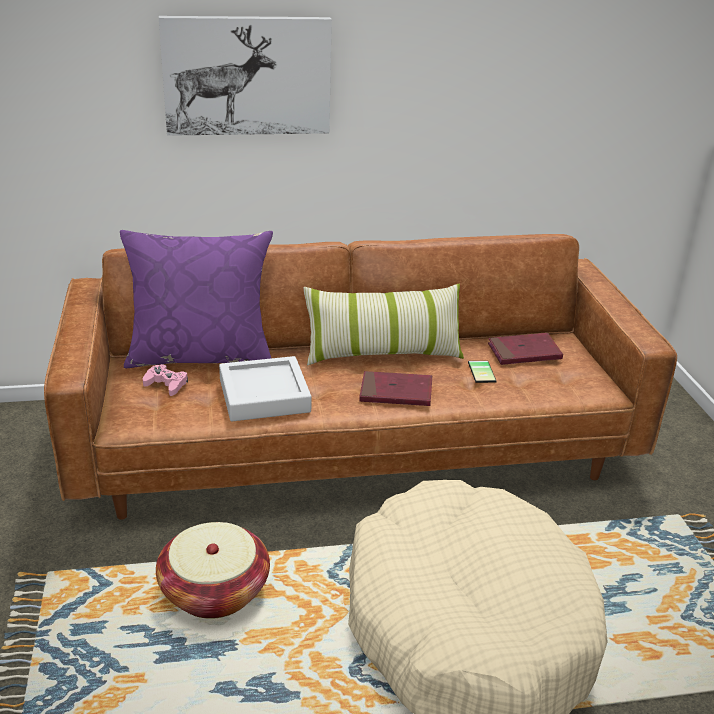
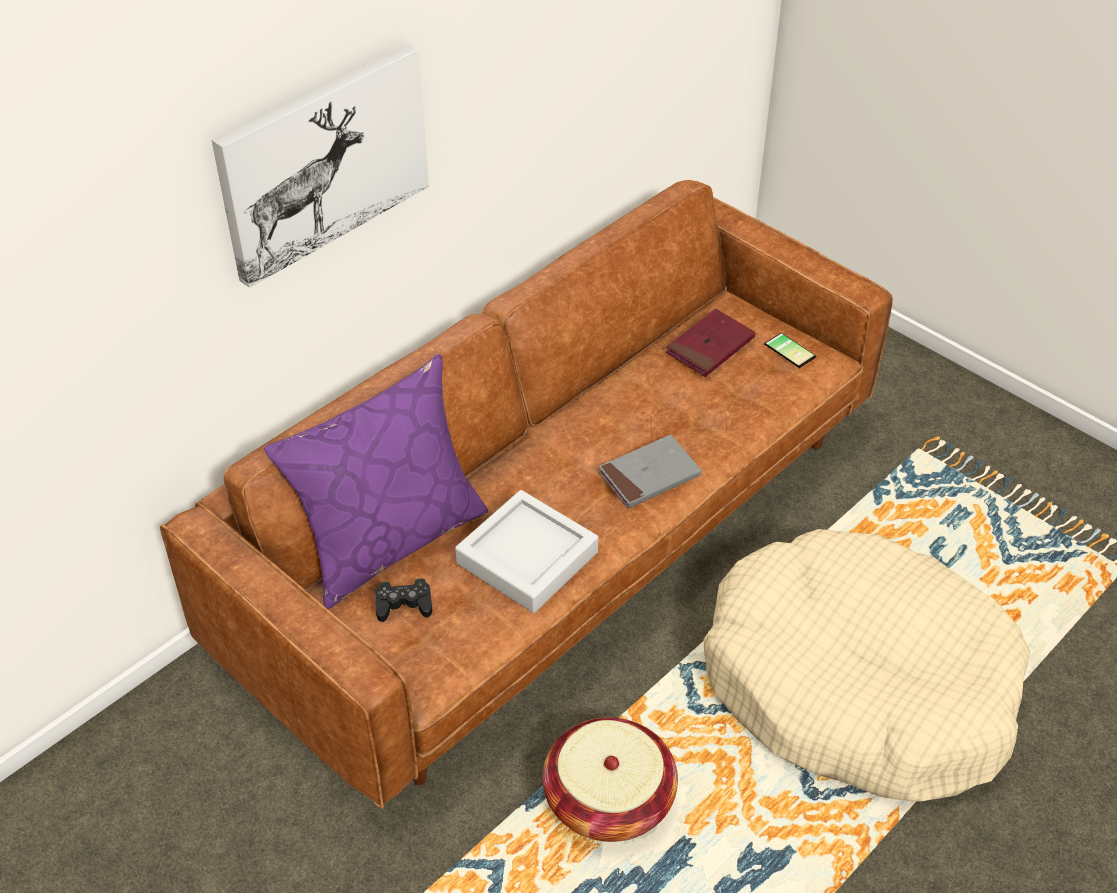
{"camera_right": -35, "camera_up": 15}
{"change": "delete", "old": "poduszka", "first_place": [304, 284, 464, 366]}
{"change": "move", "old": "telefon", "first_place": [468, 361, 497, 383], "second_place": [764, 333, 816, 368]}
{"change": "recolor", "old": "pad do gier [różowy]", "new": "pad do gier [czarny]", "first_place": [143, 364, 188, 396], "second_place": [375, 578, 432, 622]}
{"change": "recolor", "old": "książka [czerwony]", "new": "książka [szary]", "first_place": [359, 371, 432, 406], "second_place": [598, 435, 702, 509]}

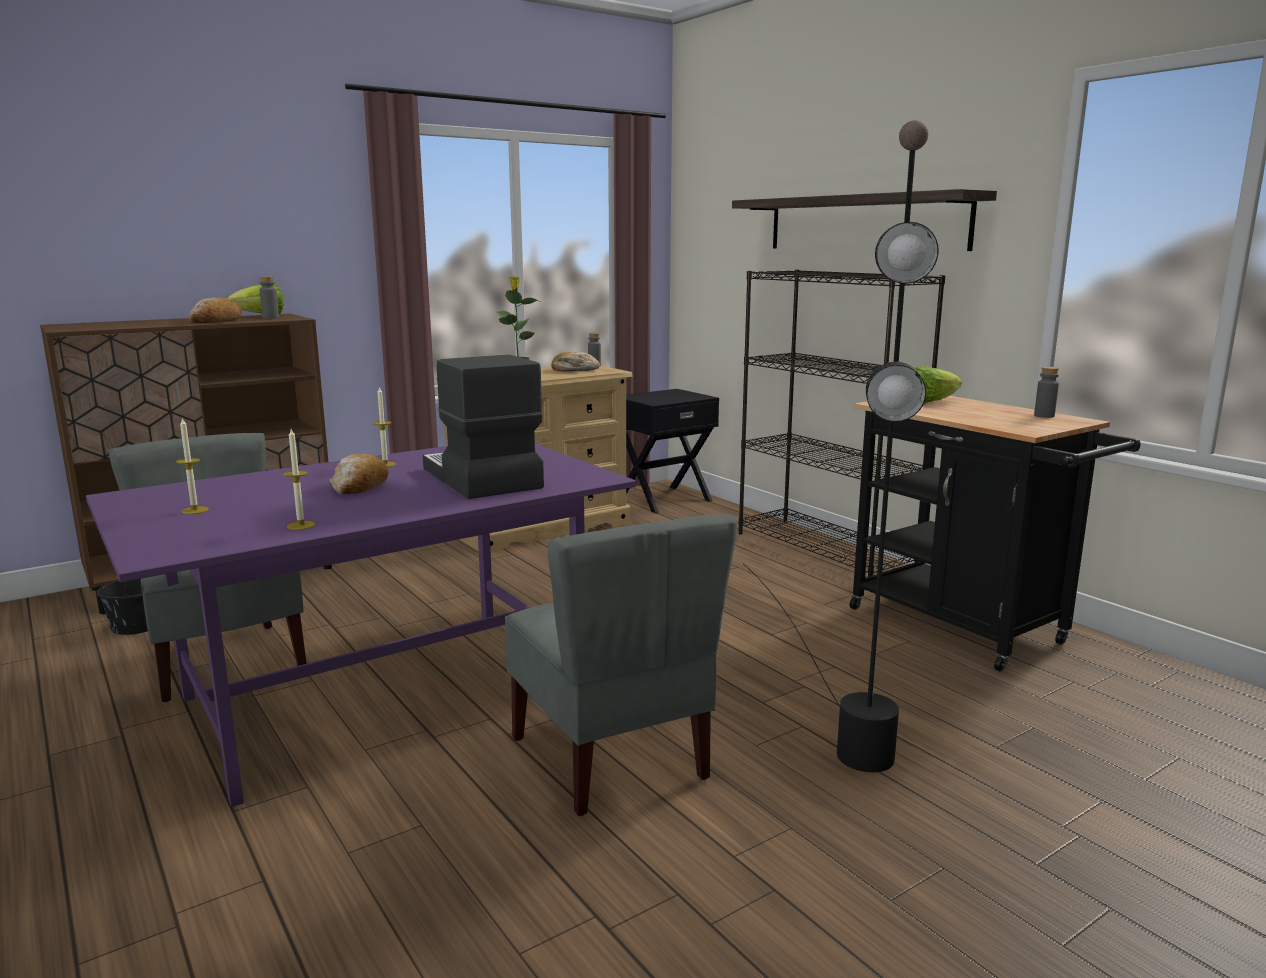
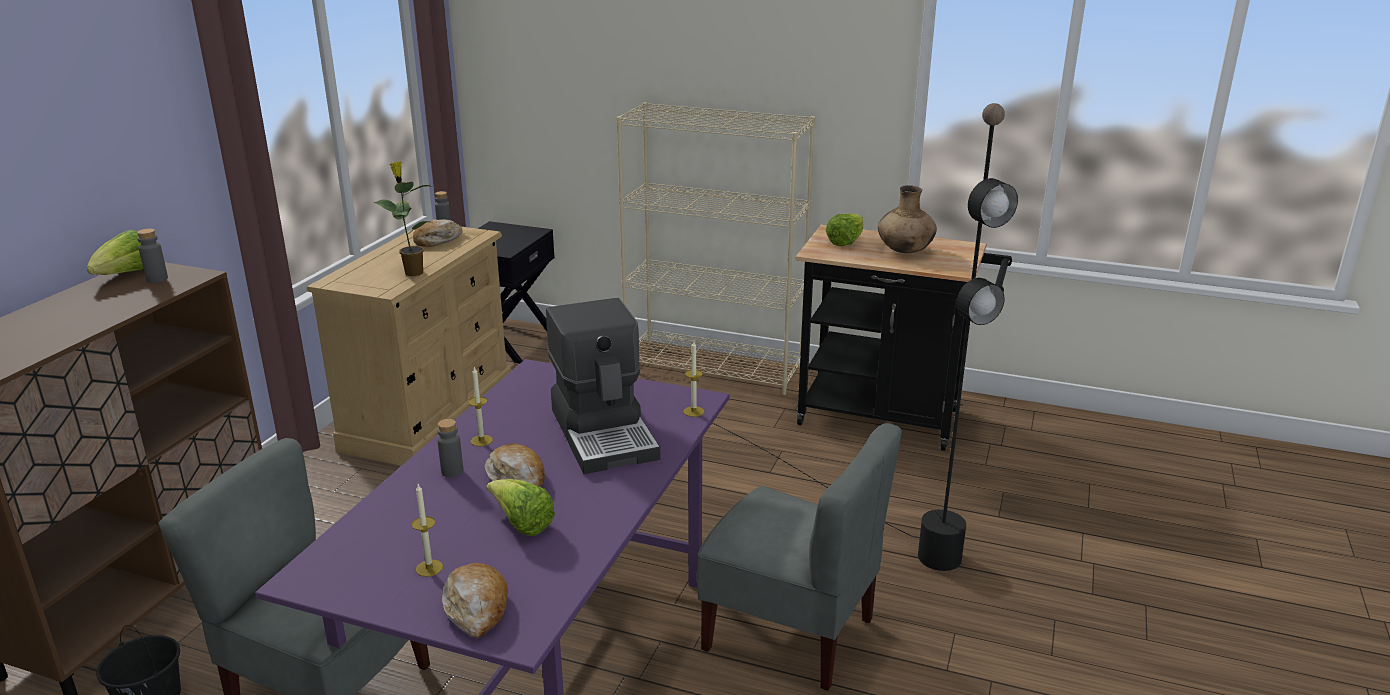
{"camera_right": -35, "camera_up": 10}
{"change": "delete", "old": "półka", "first_place": [732, 189, 997, 251]}
{"change": "insert", "new": "sałata", "second_place": [486, 479, 555, 536]}
{"change": "insert", "new": "wazon [brązowy]", "second_place": [878, 185, 937, 253]}
{"change": "move", "old": "chleb", "first_place": [188, 297, 242, 323], "second_place": [442, 563, 508, 638]}
{"change": "move", "old": "świeca", "first_place": [284, 429, 315, 530], "second_place": [683, 341, 704, 417]}
{"change": "move", "old": "butelka [szary]", "first_place": [1034, 367, 1059, 418], "second_place": [437, 419, 463, 477]}
{"change": "recolor", "old": "regał [czarny]", "new": "regał [beżowy]", "first_place": [739, 269, 945, 577], "second_place": [616, 102, 815, 395]}
{"change": "rotate", "old": "ekspres do kawy", "first_place": [423, 355, 544, 499], "second_place": [546, 298, 660, 474], "degrees": -135}

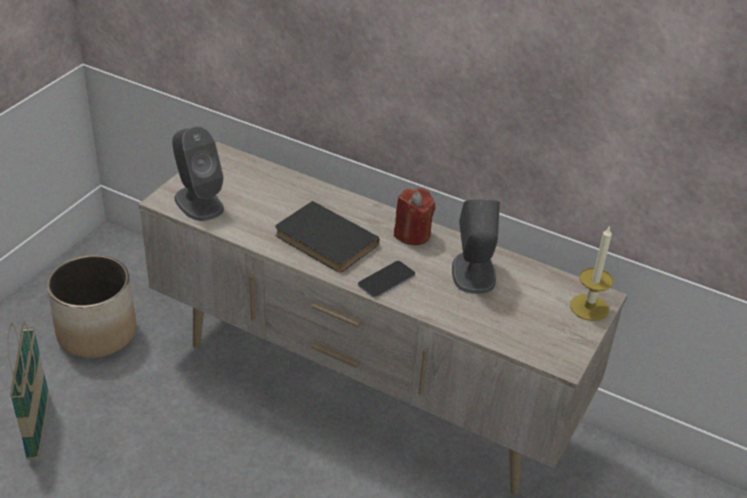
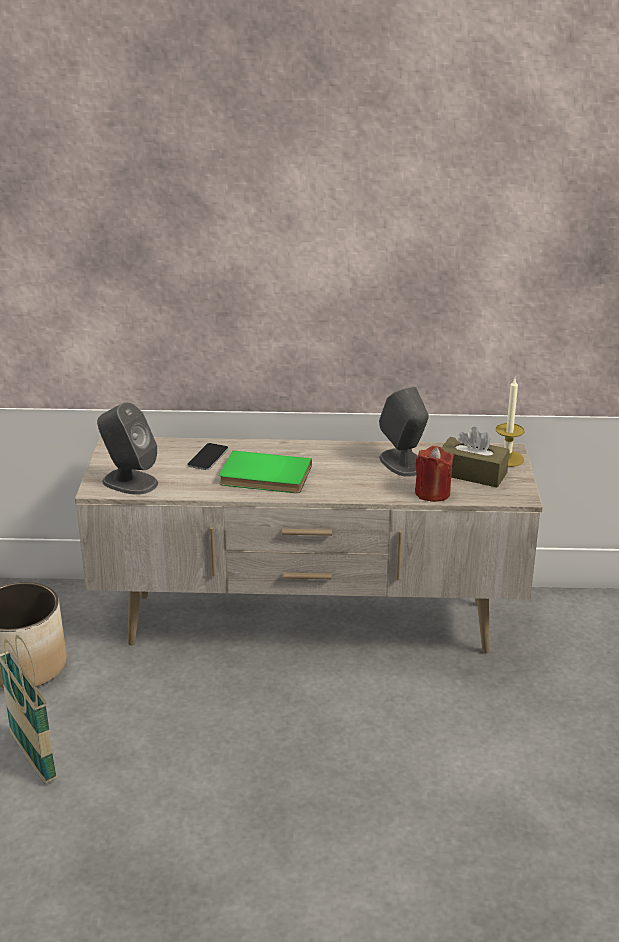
{"camera_right": -25, "camera_up": -10}
{"change": "insert", "new": "pudełko chusteczek [brązowy]", "second_place": [441, 427, 510, 487]}
{"change": "move", "old": "telefon", "first_place": [358, 261, 415, 298], "second_place": [187, 443, 228, 470]}
{"change": "move", "old": "świeca [czerwony]", "first_place": [394, 188, 436, 245], "second_place": [415, 446, 454, 502]}
{"change": "recolor", "old": "książka [czarny]", "new": "książka [zielony]", "first_place": [276, 201, 379, 272], "second_place": [219, 451, 312, 493]}

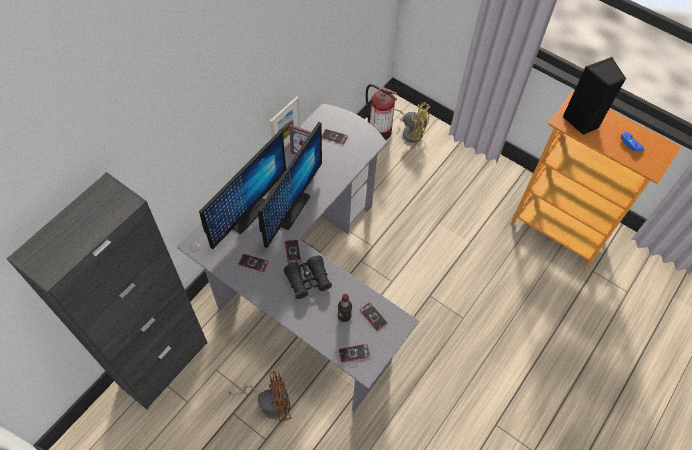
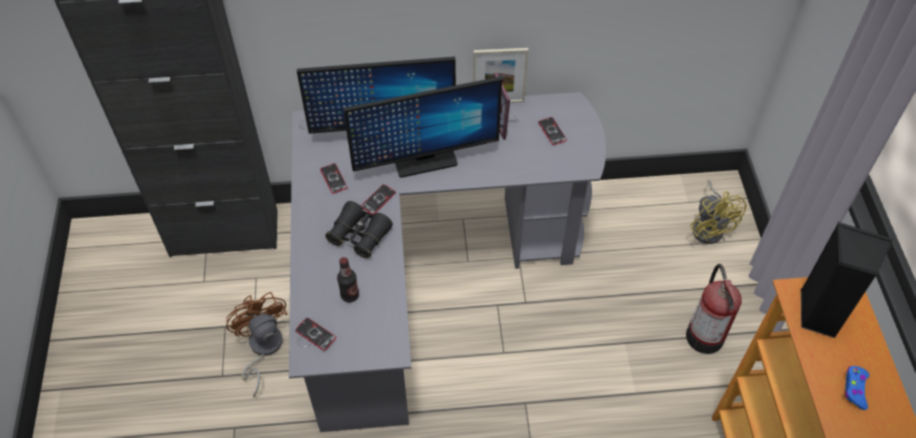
{"camera_right": 50, "camera_up": -5}
{"change": "delete", "old": "telefon", "first_place": [360, 303, 387, 331]}
{"change": "move", "old": "gaśnica", "first_place": [366, 84, 397, 140], "second_place": [686, 264, 742, 354]}
{"change": "rotate", "old": "wentylator [brązowy]", "first_place": [229, 371, 292, 422], "second_place": [226, 292, 288, 397], "degrees": -150}

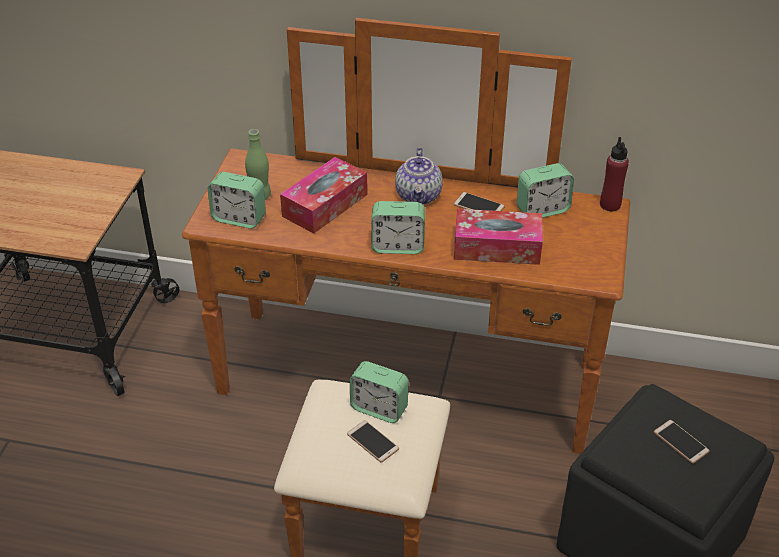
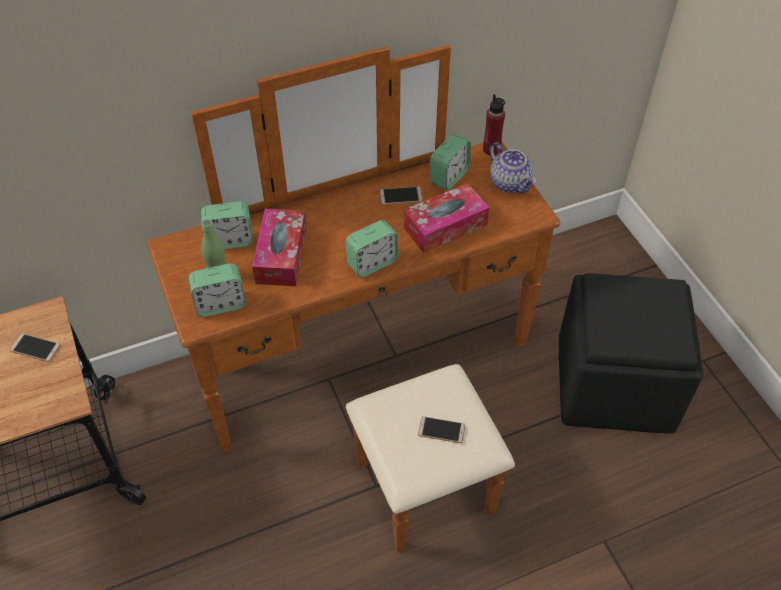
{"camera_right": -35, "camera_up": 10}
{"change": "move", "old": "budzik", "first_place": [350, 361, 409, 423], "second_place": [201, 202, 253, 249]}
{"change": "move", "old": "imbryk", "first_place": [395, 148, 443, 205], "second_place": [489, 142, 537, 194]}
{"change": "move", "old": "telefon", "first_place": [654, 420, 710, 464], "second_place": [10, 333, 61, 362]}

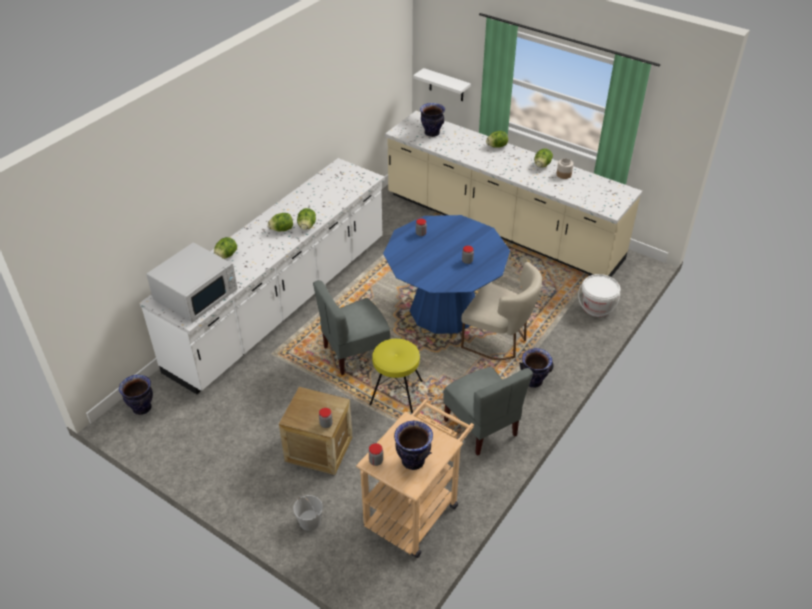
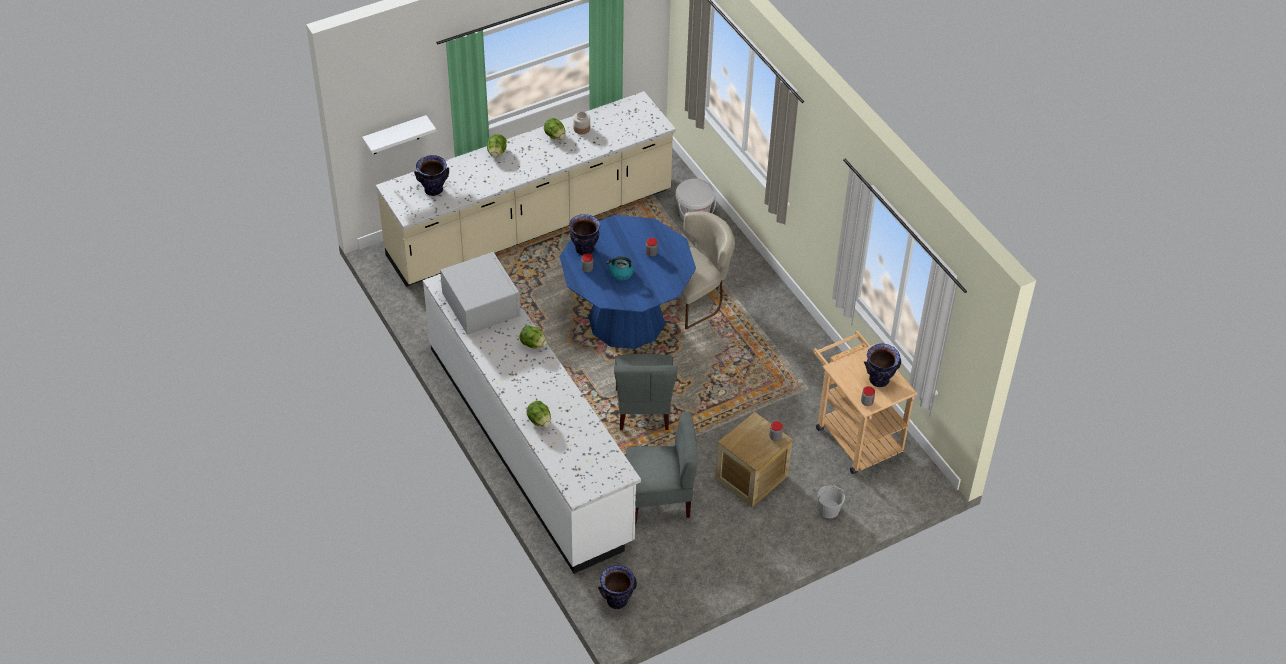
{"camera_right": -65, "camera_up": 5}
{"change": "delete", "old": "sałata", "first_place": [268, 213, 293, 231]}
{"change": "delete", "old": "stołek [żółty]", "first_place": [369, 339, 423, 413]}
{"change": "insert", "new": "czajnik", "second_place": [606, 256, 634, 280]}
{"change": "move", "old": "mikrofalówka [biały]", "first_place": [146, 243, 238, 323], "second_place": [440, 252, 521, 335]}
{"change": "move", "old": "krzesło [szary]", "first_place": [443, 367, 533, 456], "second_place": [626, 412, 698, 524]}
{"change": "move", "old": "wazon", "first_place": [519, 348, 554, 388], "second_place": [569, 214, 600, 255]}

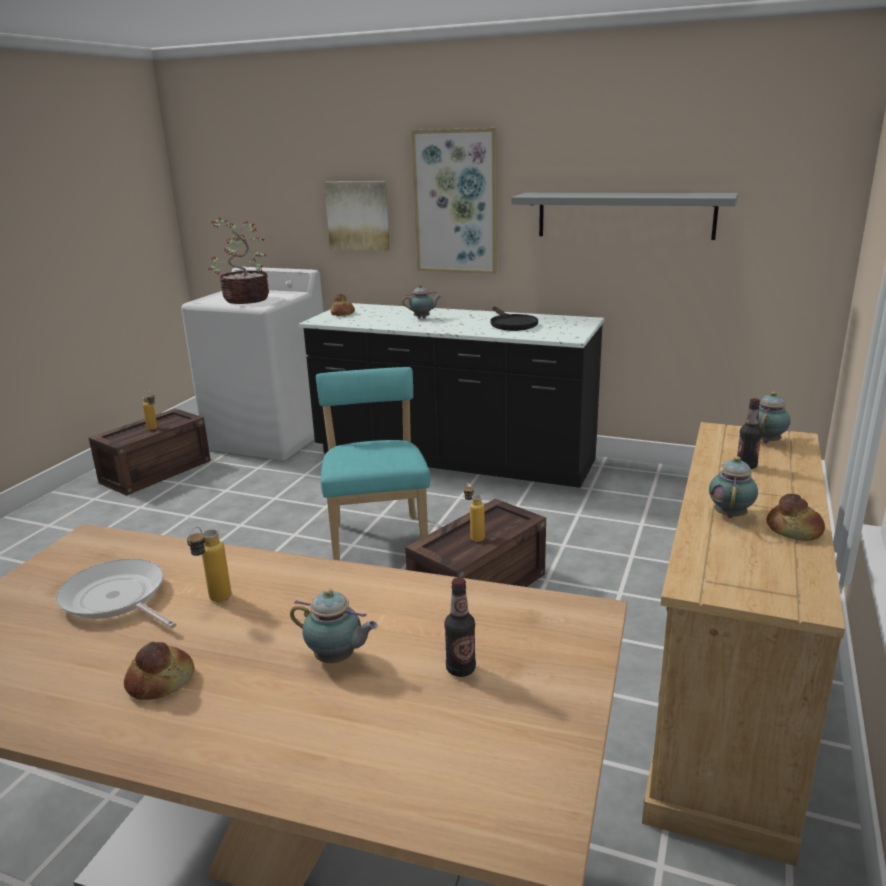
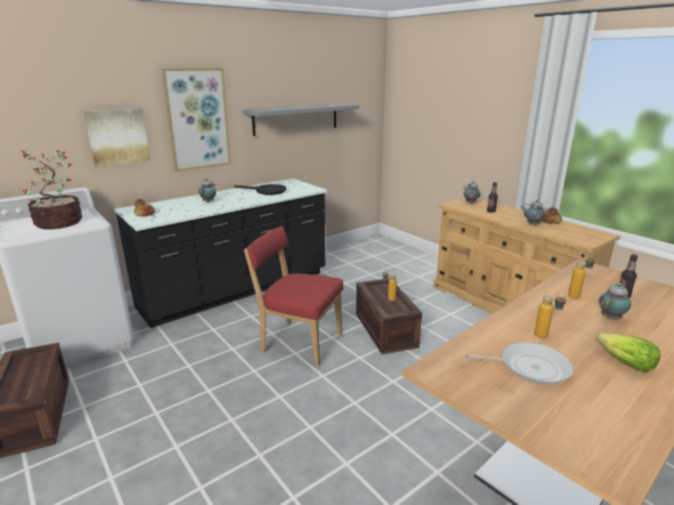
{"camera_right": -60, "camera_up": 0}
{"change": "move", "old": "butelka", "first_place": [142, 392, 157, 430], "second_place": [568, 255, 595, 299]}
{"change": "replace", "old": "chleb", "new": "sałata", "first_place": [124, 642, 195, 700], "second_place": [597, 333, 661, 372]}
{"change": "recolor", "old": "krzesło [turkusowy]", "new": "krzesło [czerwony]", "first_place": [316, 367, 430, 560], "second_place": [244, 226, 343, 367]}
{"change": "rotate", "old": "patelnia", "first_place": [56, 559, 177, 628], "second_place": [464, 342, 574, 385], "degrees": -150}

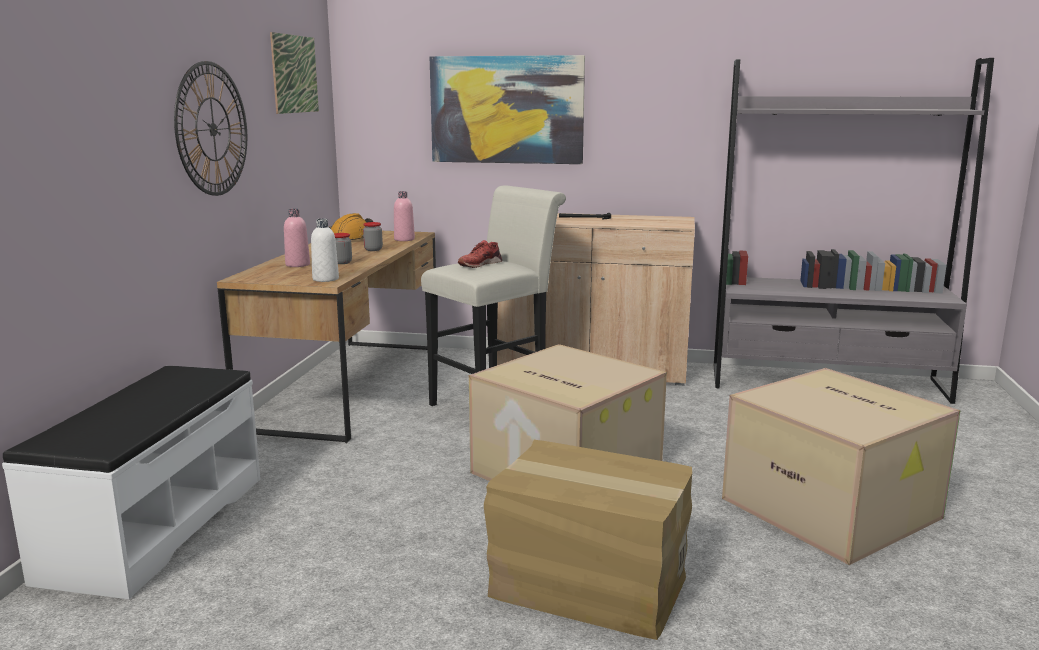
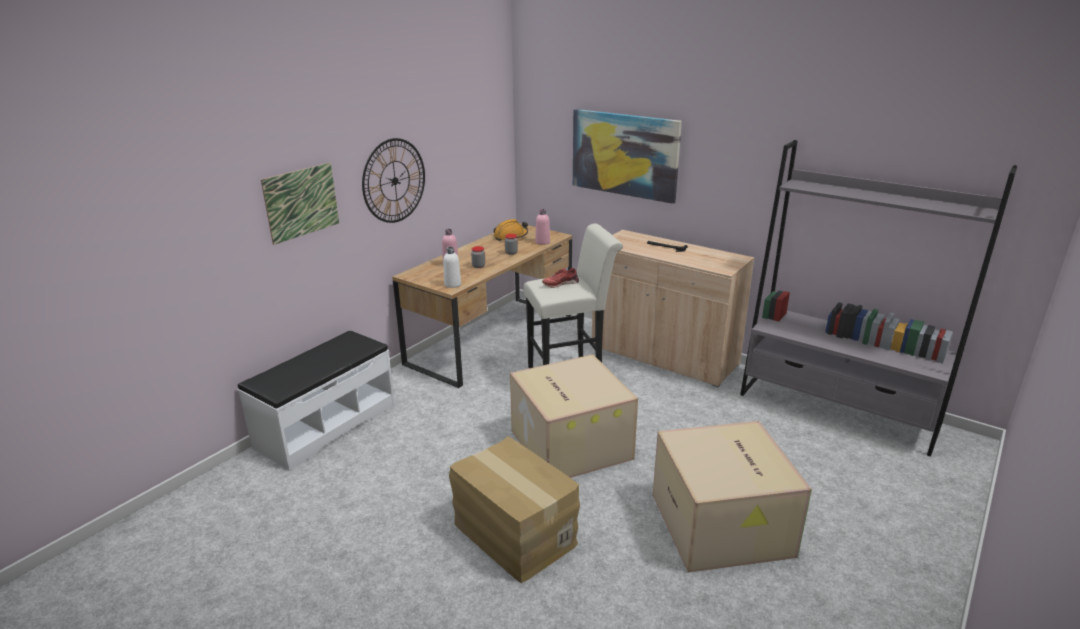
{"camera_right": 25, "camera_up": 10}
{"change": "move", "old": "obraz", "first_place": [270, 32, 319, 114], "second_place": [261, 162, 339, 245]}

